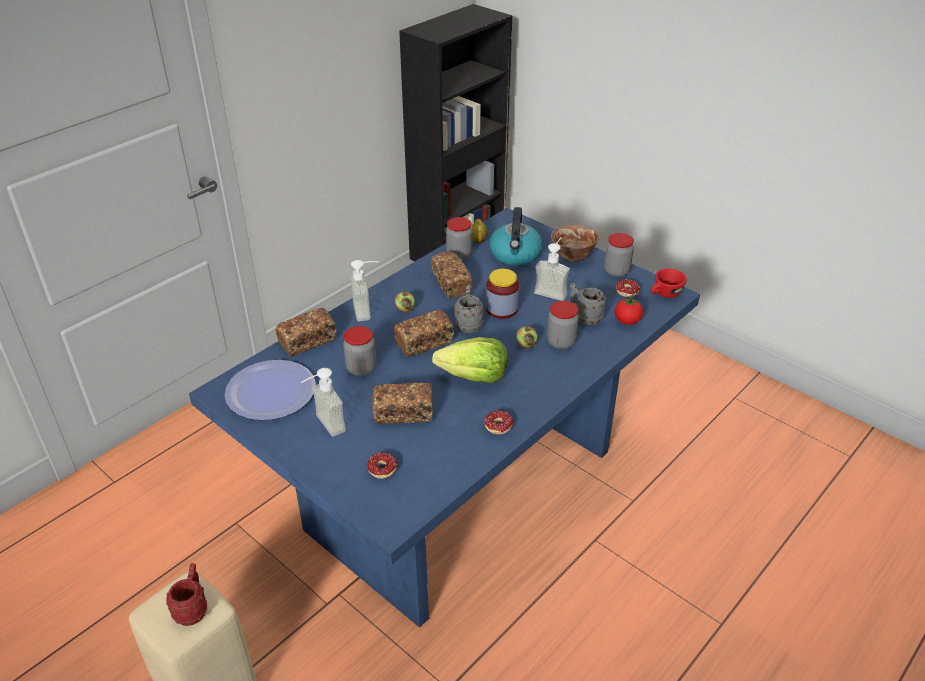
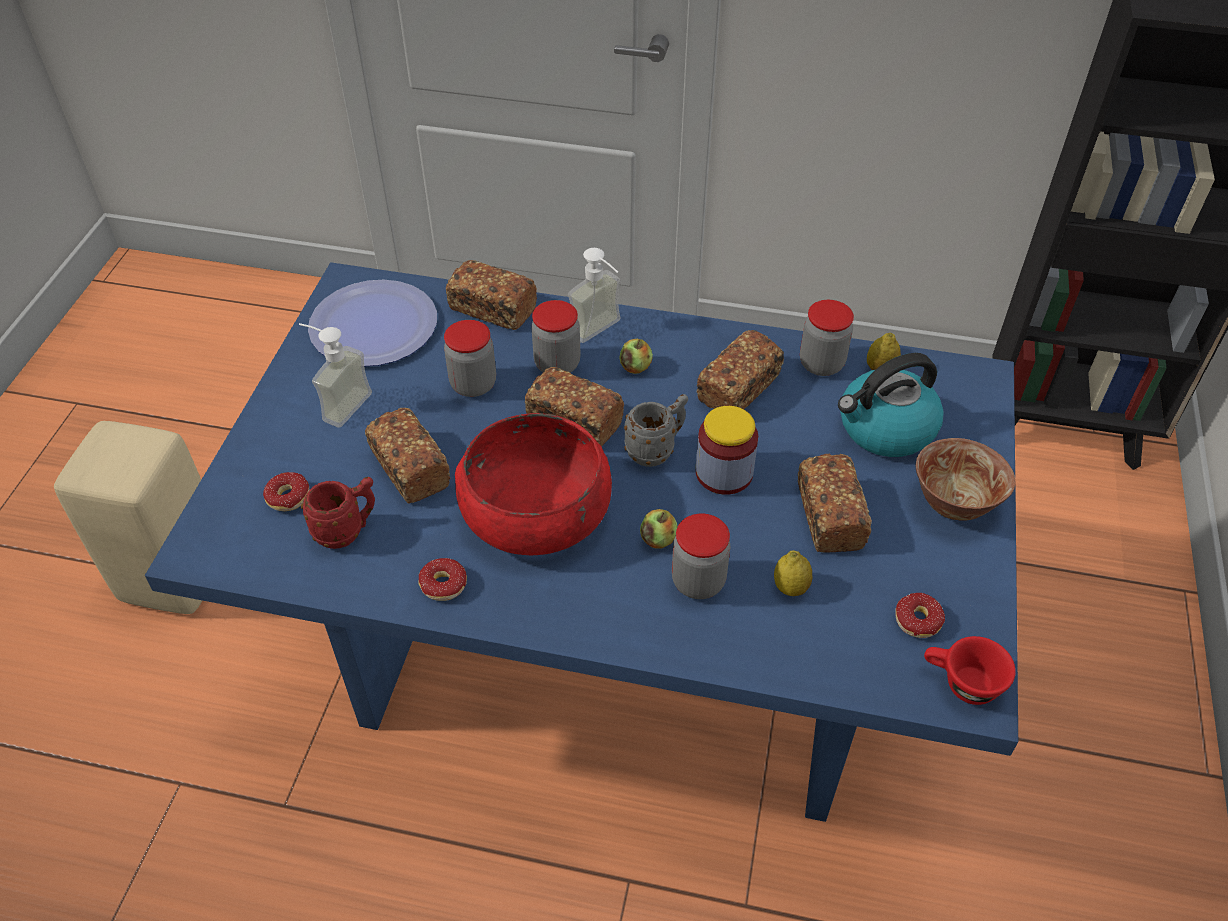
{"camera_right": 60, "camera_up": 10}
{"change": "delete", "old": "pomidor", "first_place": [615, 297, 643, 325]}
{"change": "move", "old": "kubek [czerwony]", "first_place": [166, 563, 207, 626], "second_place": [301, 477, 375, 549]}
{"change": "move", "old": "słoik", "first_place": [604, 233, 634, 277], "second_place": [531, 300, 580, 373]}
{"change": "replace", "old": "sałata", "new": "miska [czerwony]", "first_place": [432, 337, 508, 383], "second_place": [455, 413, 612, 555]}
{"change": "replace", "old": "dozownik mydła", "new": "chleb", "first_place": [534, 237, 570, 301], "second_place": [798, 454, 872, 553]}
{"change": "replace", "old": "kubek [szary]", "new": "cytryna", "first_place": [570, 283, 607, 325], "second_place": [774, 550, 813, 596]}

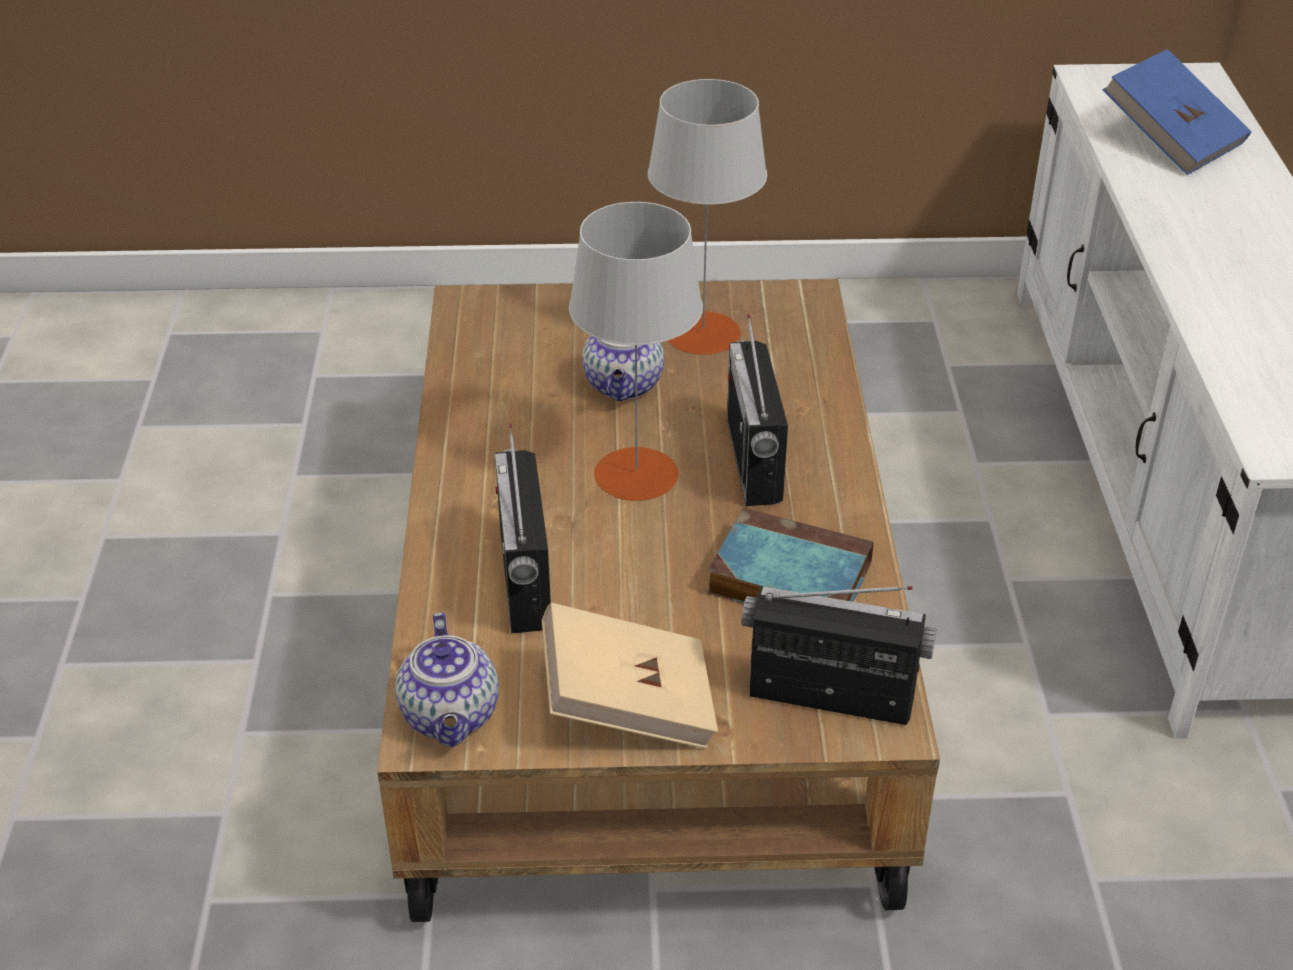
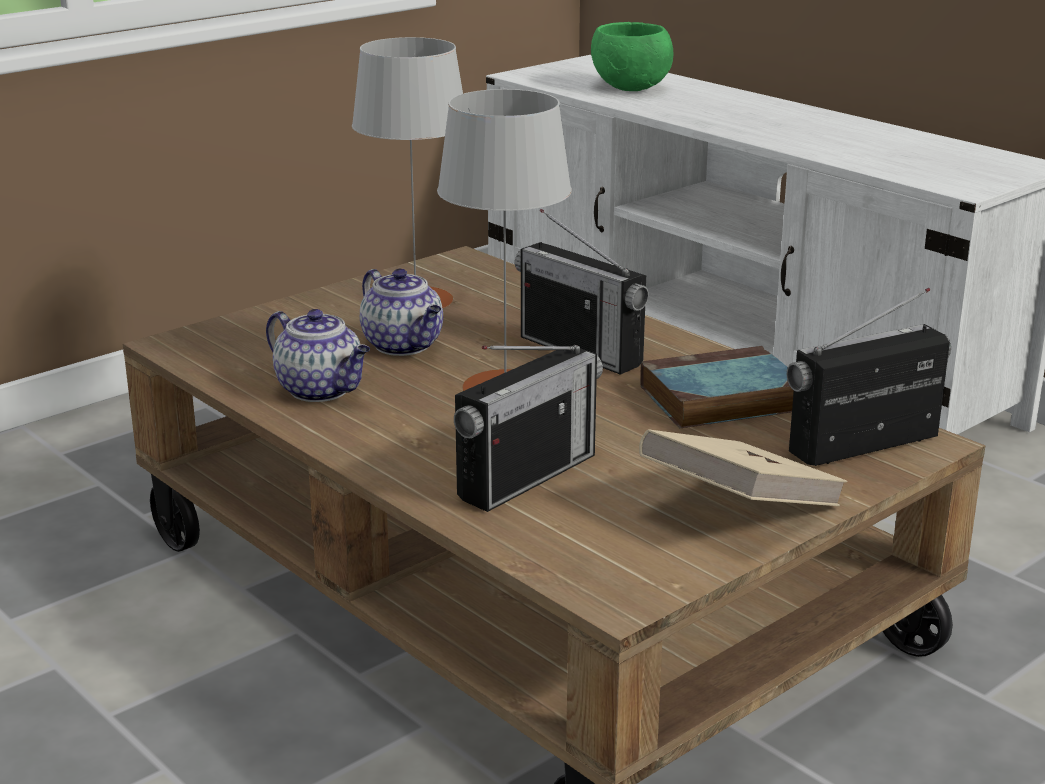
{"camera_right": -40, "camera_up": -15}
{"change": "move", "old": "imbryk", "first_place": [395, 613, 499, 747], "second_place": [266, 309, 370, 402]}
{"change": "replace", "old": "książka [niebieski]", "new": "miska [zielony]", "first_place": [1103, 49, 1252, 175], "second_place": [591, 22, 674, 91]}
{"change": "rotate", "old": "radio", "first_place": [495, 424, 551, 633], "second_place": [454, 345, 603, 512], "degrees": -90}

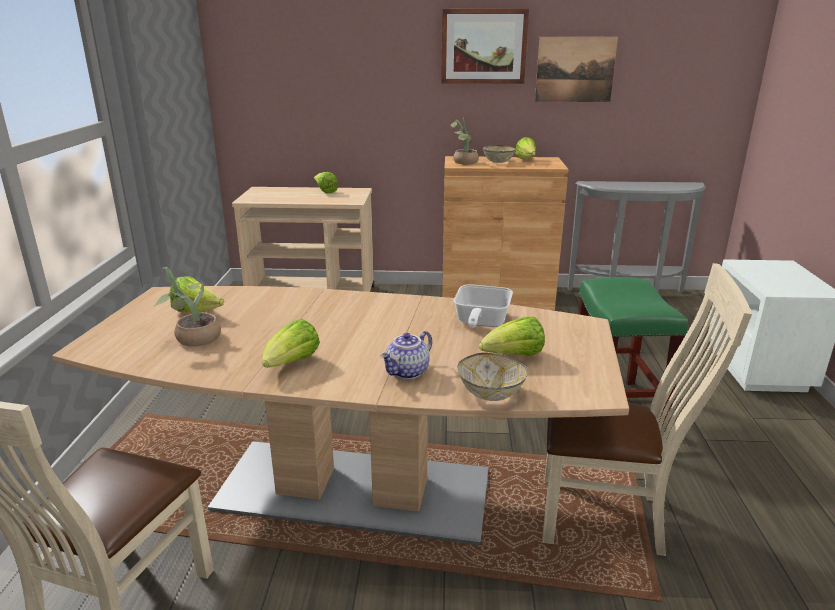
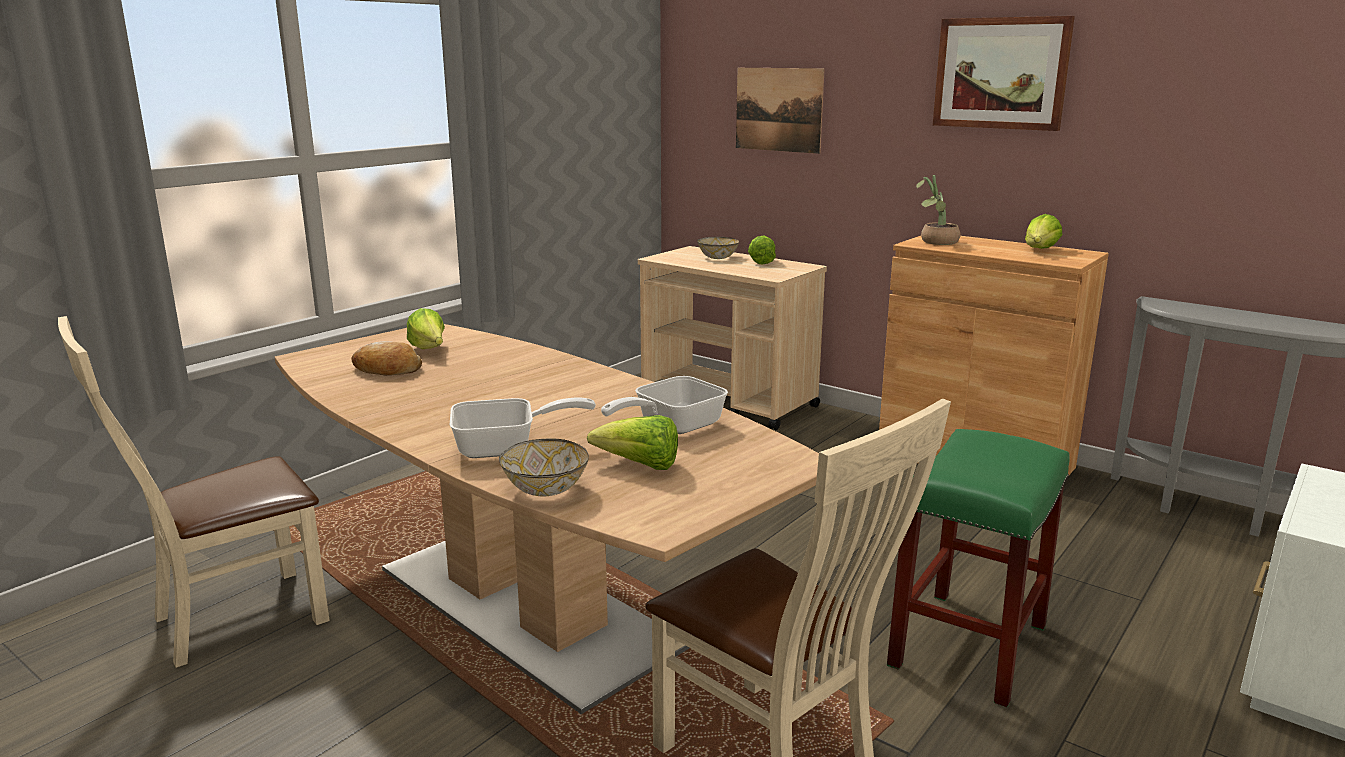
{"camera_right": 35, "camera_up": -5}
{"change": "delete", "old": "sałata", "first_place": [262, 319, 320, 368]}
{"change": "move", "old": "miska", "first_place": [483, 145, 516, 163], "second_place": [697, 237, 739, 259]}
{"change": "move", "old": "obraz", "first_place": [535, 37, 618, 102], "second_place": [736, 68, 825, 154]}
{"change": "replace", "old": "roślina doniczkowa", "new": "chleb", "first_place": [153, 267, 221, 347], "second_place": [351, 341, 422, 375]}
{"change": "replace", "old": "imbryk", "new": "patelnia", "first_place": [380, 331, 432, 379], "second_place": [450, 397, 596, 458]}

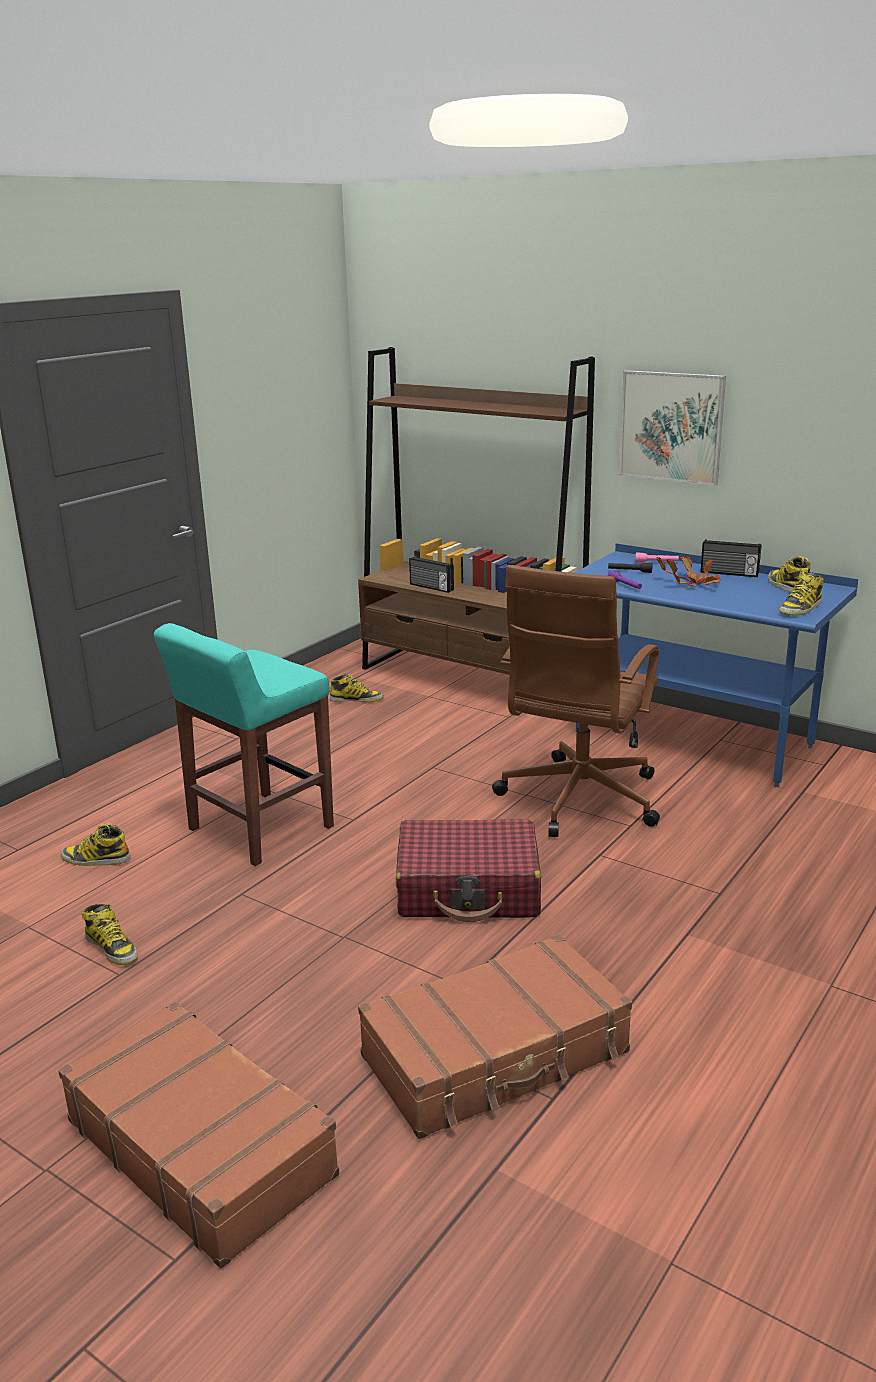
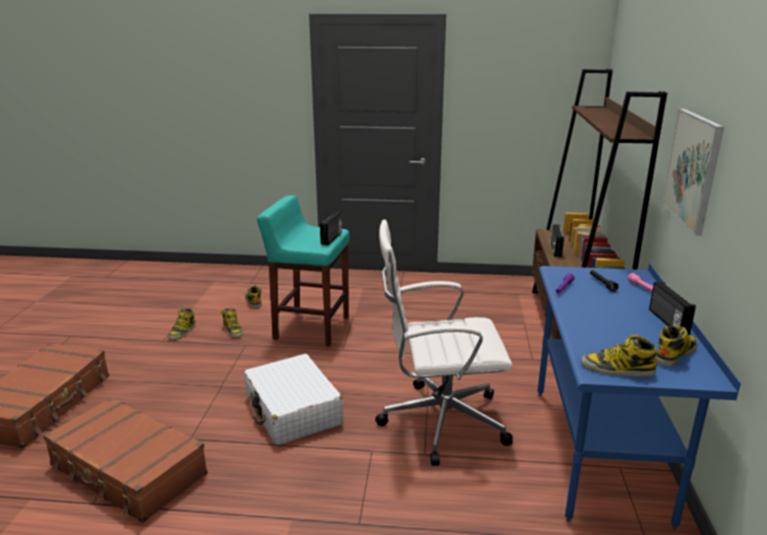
{"camera_right": 60, "camera_up": 0}
{"change": "delete", "old": "roślina doniczkowa", "first_place": [656, 555, 721, 587]}
{"change": "insert", "new": "radio", "second_place": [320, 212, 342, 245]}
{"change": "move", "old": "but z cholewką", "first_place": [330, 673, 383, 702], "second_place": [221, 308, 243, 338]}
{"change": "recolor", "old": "walizka [czerwony]", "new": "walizka [biały]", "first_place": [396, 819, 541, 922], "second_place": [244, 354, 343, 446]}
{"change": "recolor", "old": "krzesło biurowe [brązowy]", "new": "krzesło biurowe [biały]", "first_place": [492, 565, 660, 837], "second_place": [375, 220, 513, 466]}

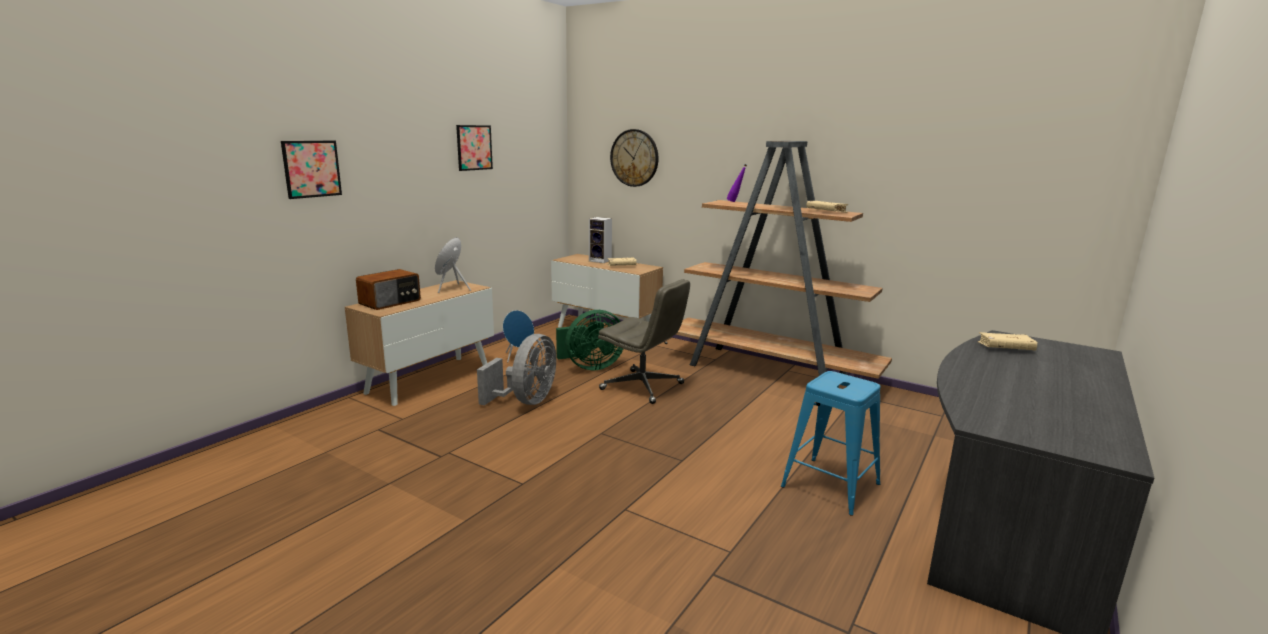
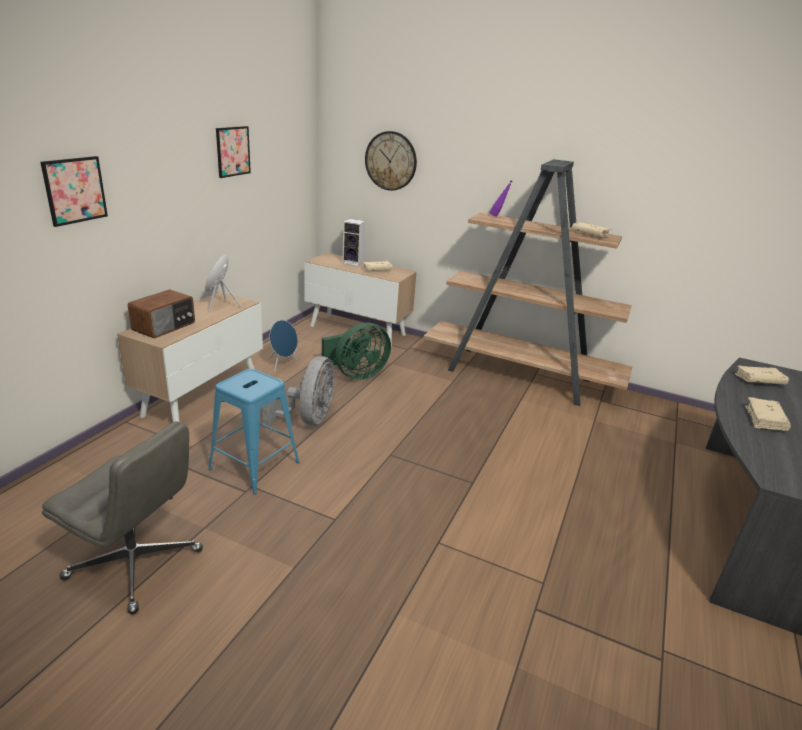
{"camera_right": -10, "camera_up": 10}
{"change": "insert", "new": "książka [beżowy]", "second_place": [745, 397, 791, 431]}
{"change": "move", "old": "krzesło biurowe [szary]", "first_place": [598, 279, 690, 404], "second_place": [42, 421, 203, 614]}
{"change": "move", "old": "stołek [niebieski]", "first_place": [781, 371, 881, 516], "second_place": [208, 369, 299, 494]}

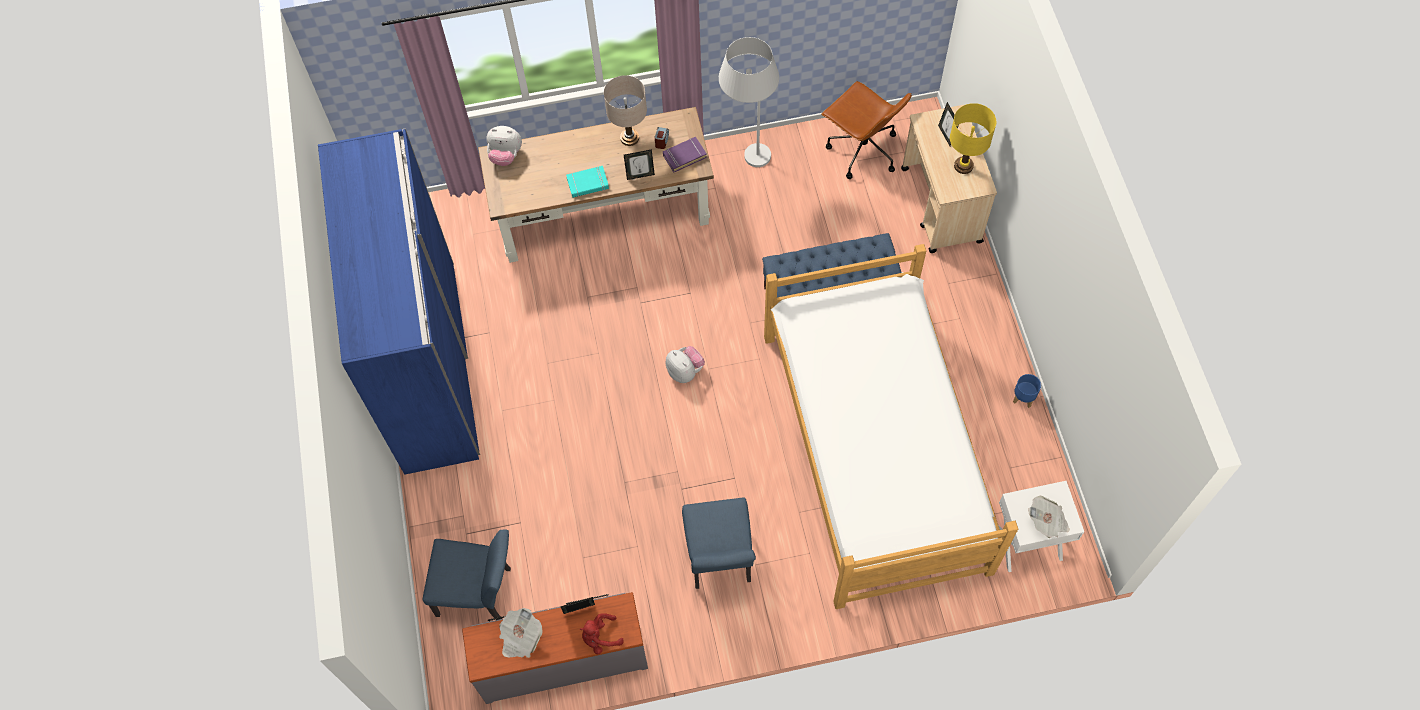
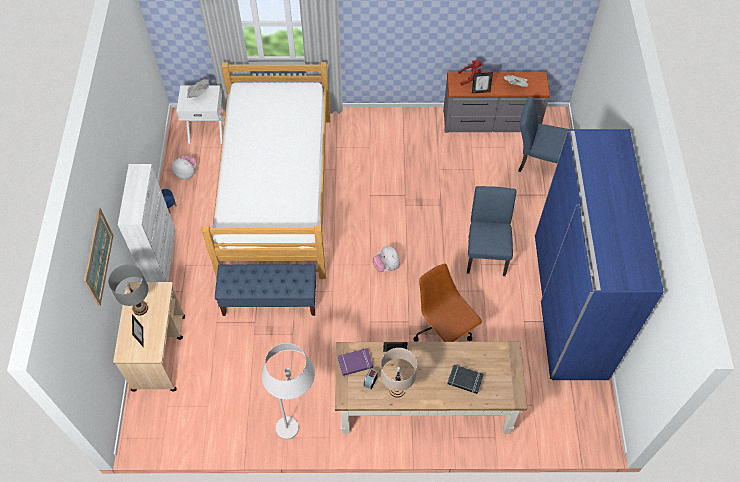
{"camera_right": -170, "camera_up": -5}
{"change": "delete", "old": "książka [turkusowy]", "first_place": [566, 166, 609, 198]}
{"change": "insert", "new": "obraz", "second_place": [84, 208, 114, 306]}
{"change": "insert", "new": "szafka [biały]", "second_place": [118, 164, 176, 282]}
{"change": "insert", "new": "książka [czarny]", "second_place": [447, 364, 484, 394]}
{"change": "move", "old": "pluszak", "first_place": [486, 126, 522, 166], "second_place": [172, 155, 197, 180]}
{"change": "move", "old": "krzesło [niebieski]", "first_place": [682, 497, 756, 589], "second_place": [467, 186, 516, 276]}
{"change": "move", "old": "krzesło biurowe [brązowy]", "first_place": [821, 81, 912, 179], "second_place": [414, 263, 483, 342]}
{"change": "recolor", "old": "lampa stołowa [żółty]", "new": "lampa stołowa [szary]", "first_place": [950, 103, 996, 174], "second_place": [108, 264, 148, 316]}

